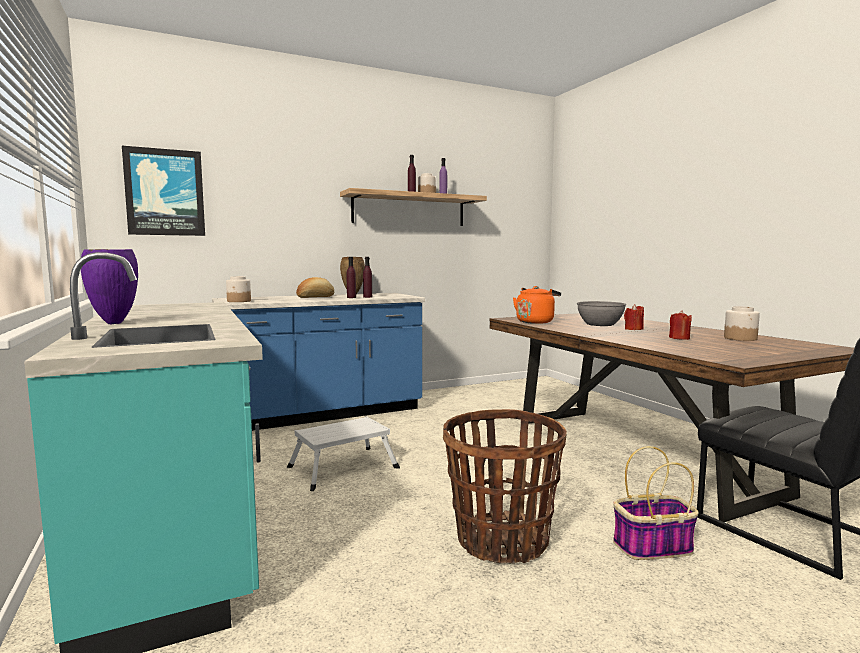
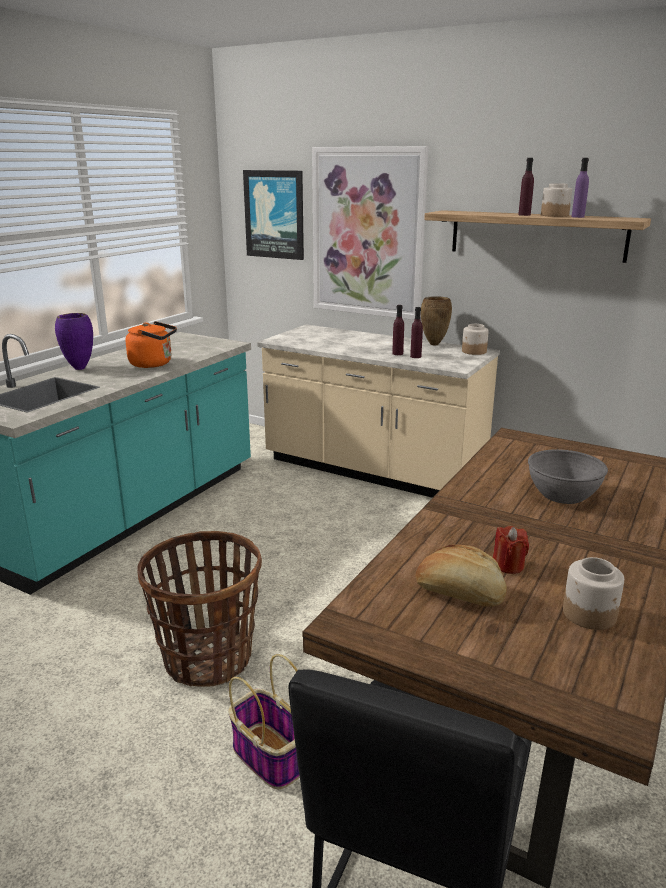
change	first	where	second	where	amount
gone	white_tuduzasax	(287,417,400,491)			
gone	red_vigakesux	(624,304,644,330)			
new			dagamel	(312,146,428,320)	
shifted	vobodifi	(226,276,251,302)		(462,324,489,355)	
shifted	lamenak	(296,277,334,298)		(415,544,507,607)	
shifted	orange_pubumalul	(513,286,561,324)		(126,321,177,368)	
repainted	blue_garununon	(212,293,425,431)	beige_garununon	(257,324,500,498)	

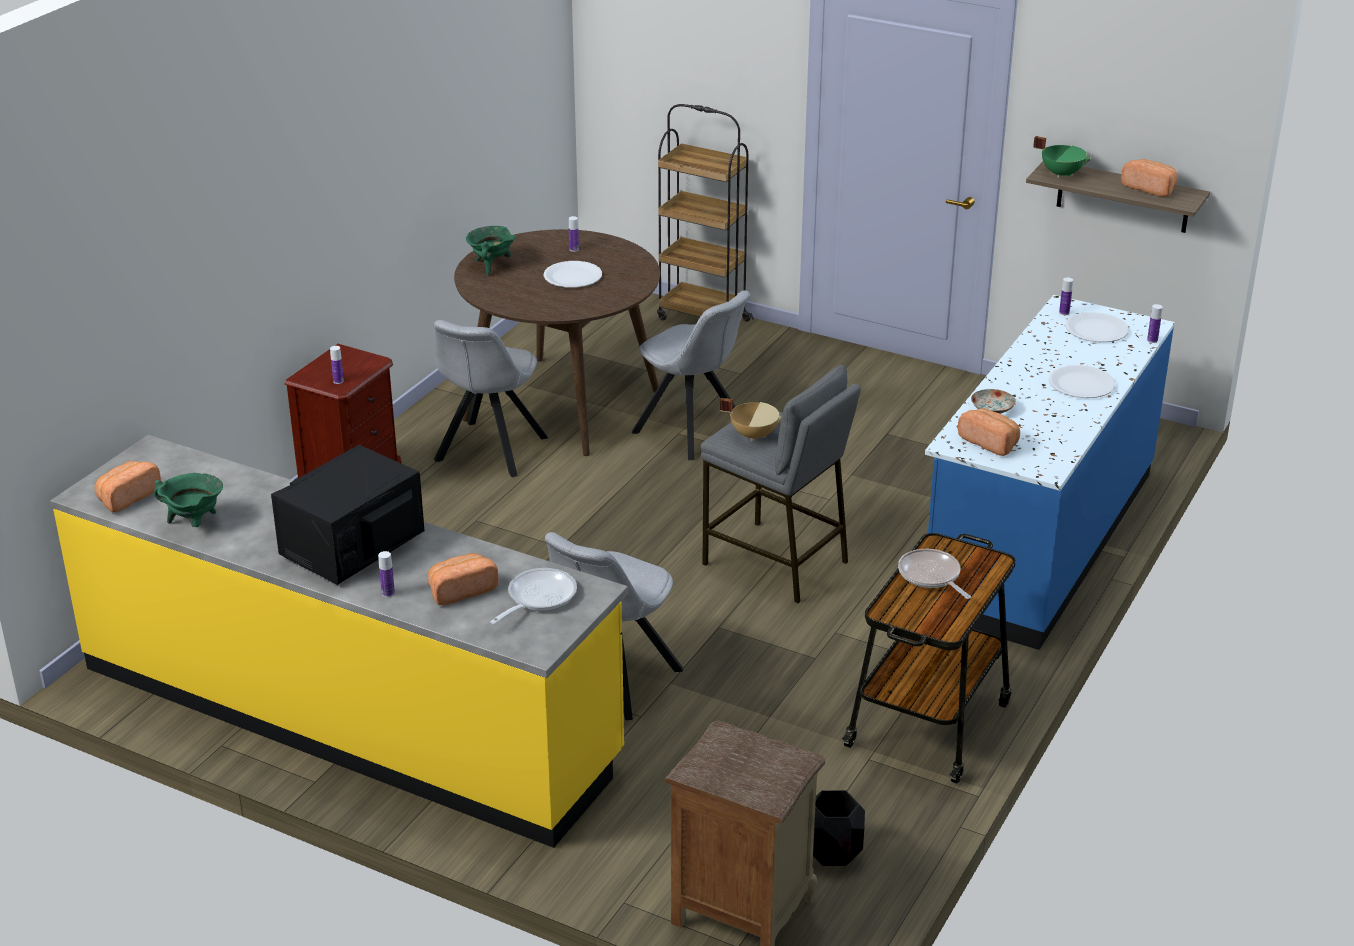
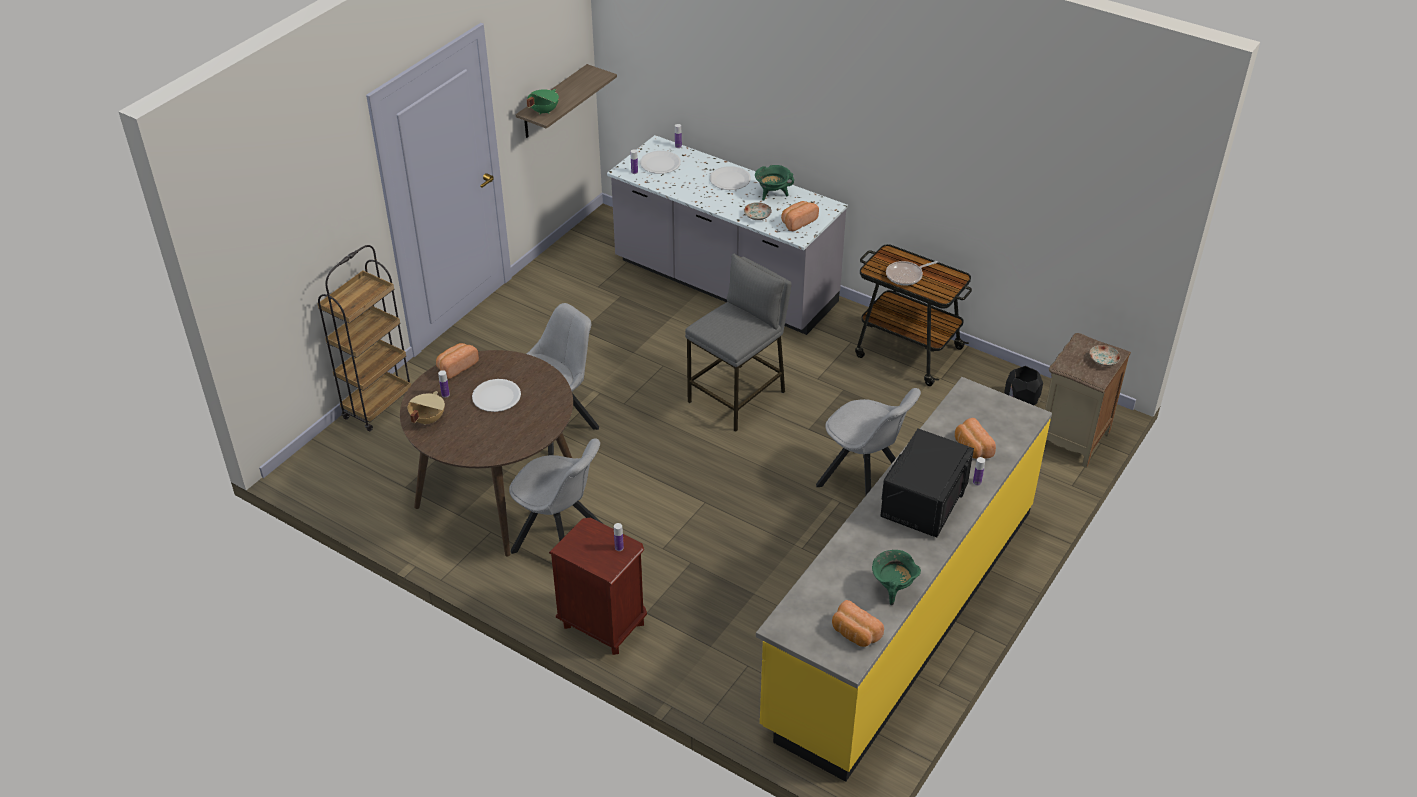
change	first	where	second	where	amount
gone	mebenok	(490,568,577,624)			
new			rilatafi	(1090,345,1120,366)	
shifted	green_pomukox	(466,226,516,276)		(755,165,794,201)	
shifted	beige_pomukox	(720,398,782,441)		(408,391,445,425)	
shifted	lamenak	(1121,159,1178,197)		(436,343,479,379)	
repainted	blue_garununon	(925,295,1175,650)	grey_garununon	(607,135,848,335)	
rotated	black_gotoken	(271,444,425,585)		(880,428,974,538)	105 degrees counterclockwise

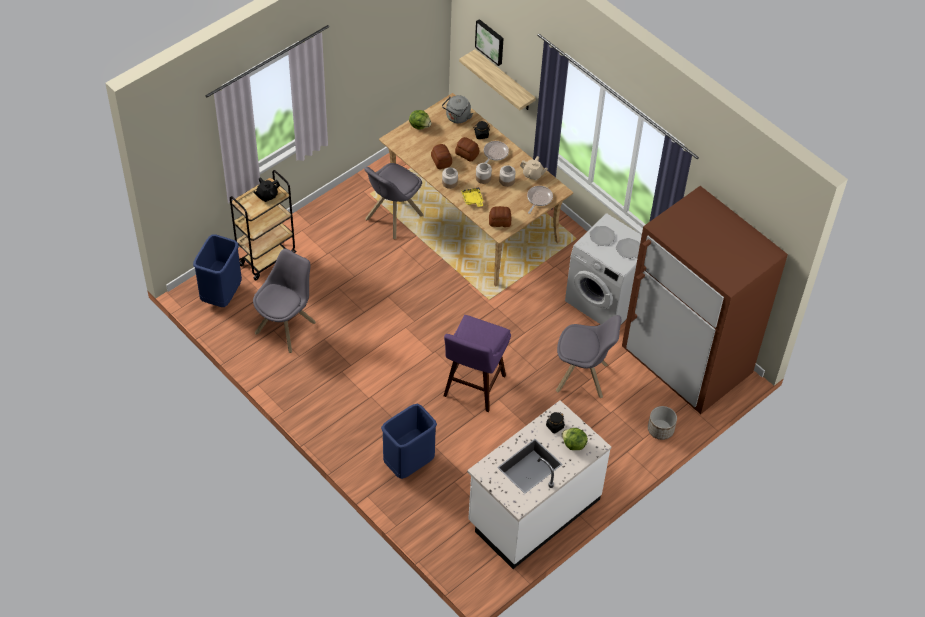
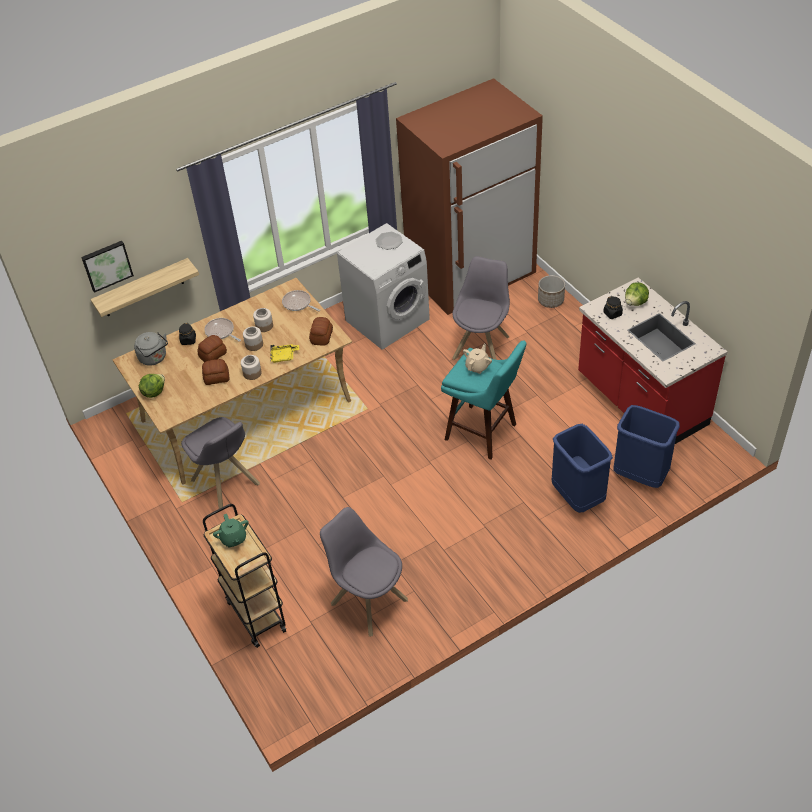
change	first	where	second	where	amount
gone	rilatafi	(590,226,615,246)			
shifted	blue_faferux	(193,235,242,307)		(614,405,680,488)	
shifted	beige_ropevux	(520,156,548,180)		(463,344,492,374)	
repainted	black_ropevux	(253,178,280,202)	green_ropevux	(213,514,249,548)	
repainted	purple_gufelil	(444,315,511,412)	turquoise_gufelil	(441,341,527,460)	
repainted	white_garununon	(467,400,611,569)	red_garununon	(578,277,727,444)	

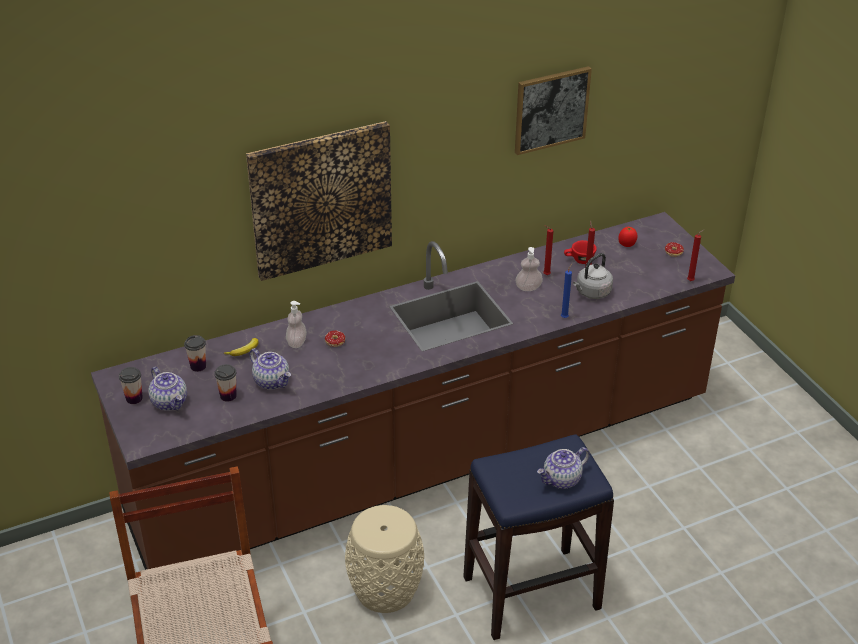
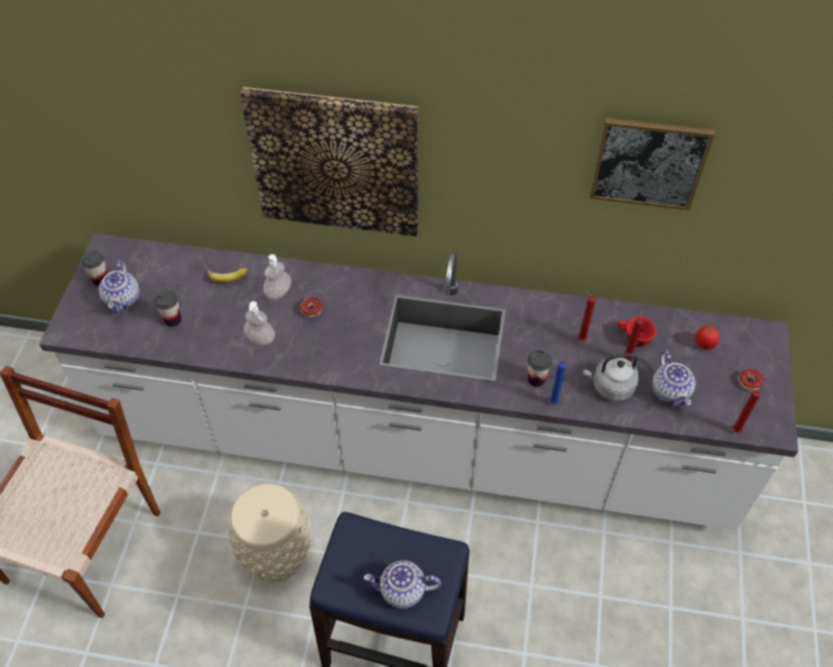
change	first	where	second	where	amount
shifted	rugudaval	(184,335,206,372)		(528,350,552,387)	
shifted	ropevux	(249,348,291,390)		(652,351,696,409)	
shifted	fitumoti	(515,247,543,291)		(244,301,275,345)	
repainted	brown_garununon	(91,212,735,570)	white_garununon	(39,233,798,530)	

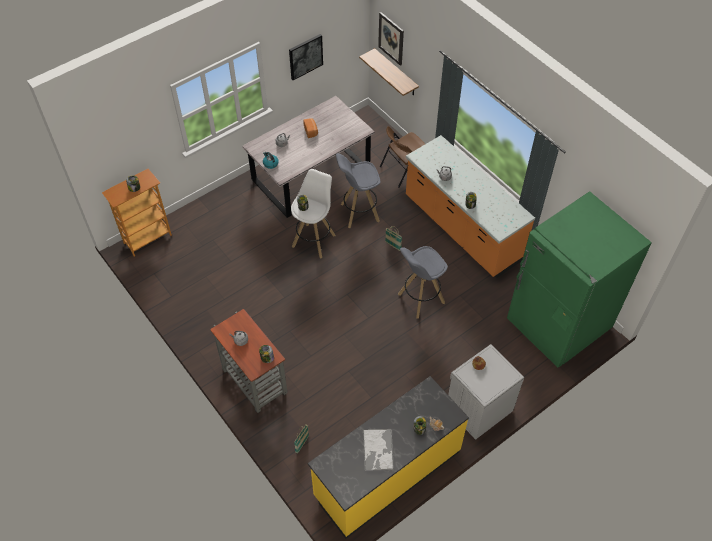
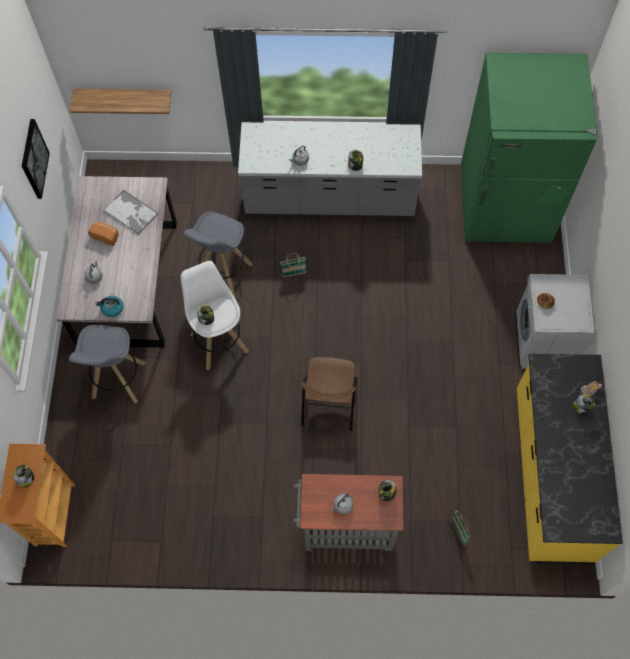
change	first	where	second	where	amount
gone	dagamel	(378,12,404,66)			
shifted	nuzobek	(363,429,394,470)		(104,190,158,235)	
shifted	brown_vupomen	(380,126,425,188)		(301,357,357,431)	
shifted	grey_gufelil	(398,246,448,319)		(69,325,146,404)	
repainted	orange_garununon	(406,135,535,278)	grey_garununon	(238,122,422,216)	

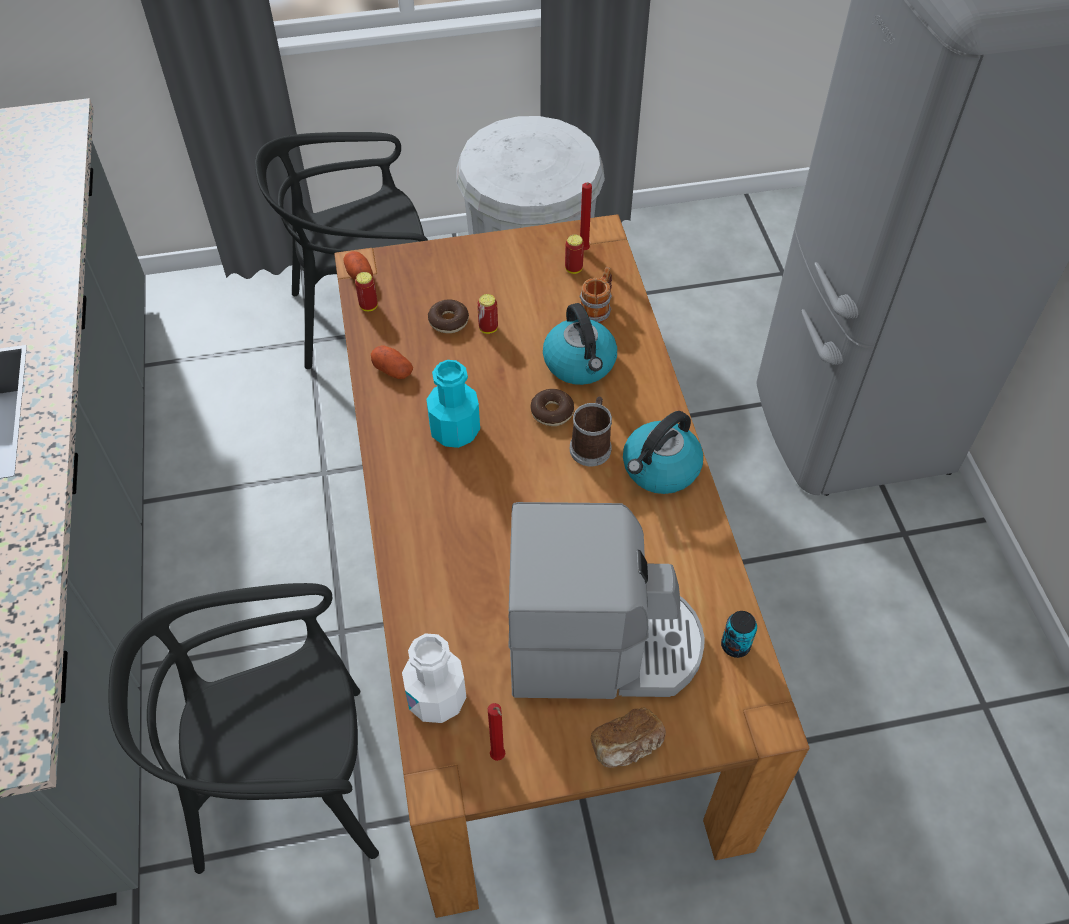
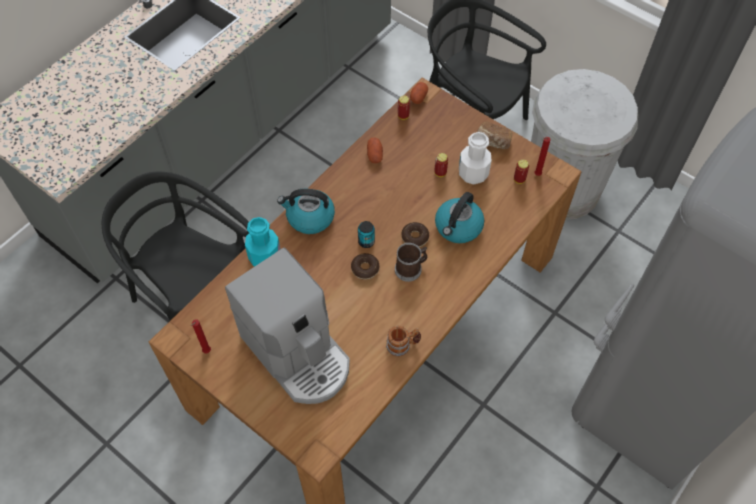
change	first	where	second	where	amount
shifted	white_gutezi	(402,633,467,723)		(459,132,492,184)	
shifted	turquoise_gutezi	(426,360,480,448)		(245,217,280,266)	
shifted	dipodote	(428,299,469,333)		(351,253,380,280)	
shifted	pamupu	(579,267,612,324)		(386,326,421,357)	
shifted	lamenak	(590,707,666,768)		(477,121,512,149)	
shifted	pubumalul	(623,411,703,494)		(277,189,335,234)	
shifted	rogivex	(721,611,757,658)		(358,221,375,248)	

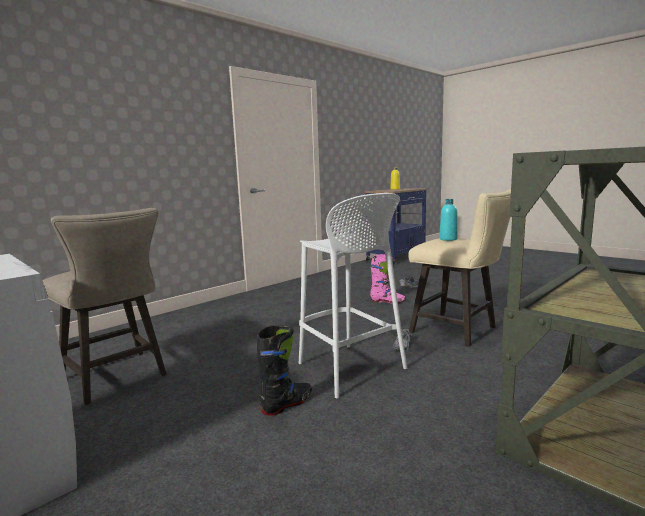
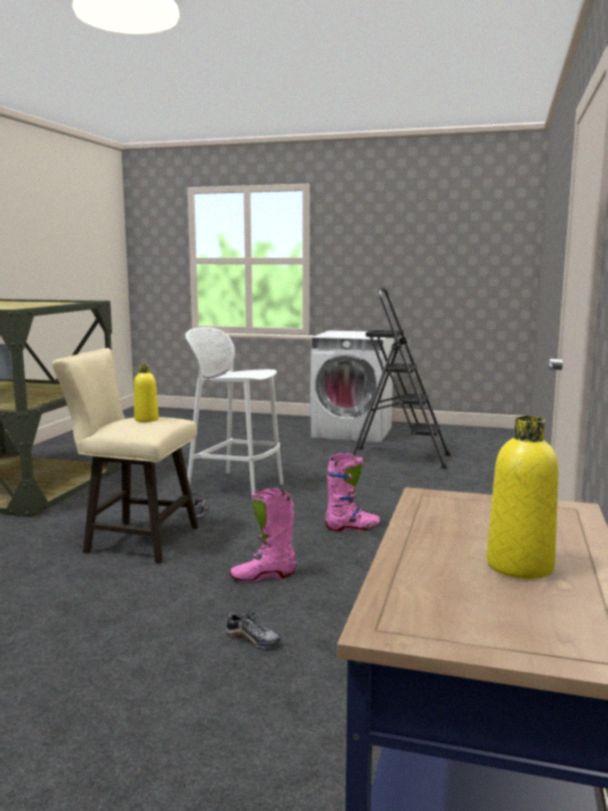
change	first	where	second	where	amount
gone	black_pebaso	(257,325,312,416)			
new			pink_pebaso	(325,453,381,532)	
swapped	beige_gufelil	(42,208,167,405)	tuduzasax	(353,287,451,469)	
repainted	turquoise_gutezi	(439,199,458,241)	yellow_gutezi	(134,365,159,422)	

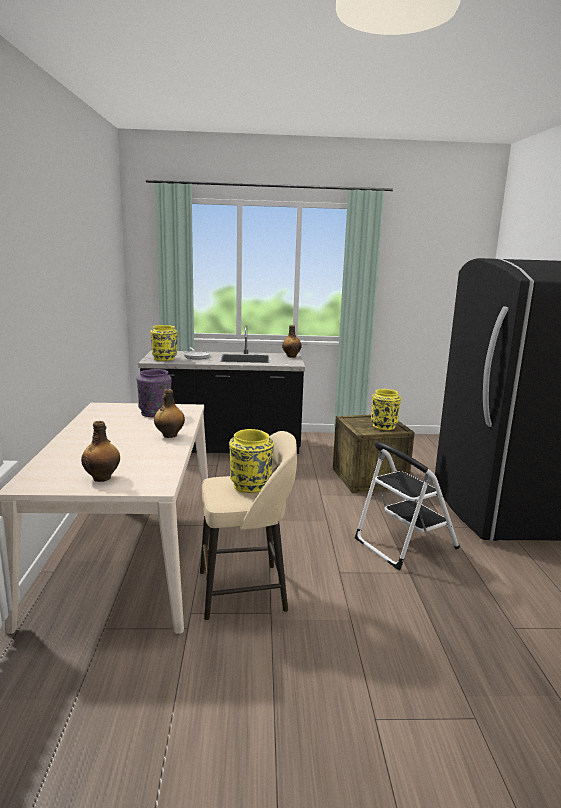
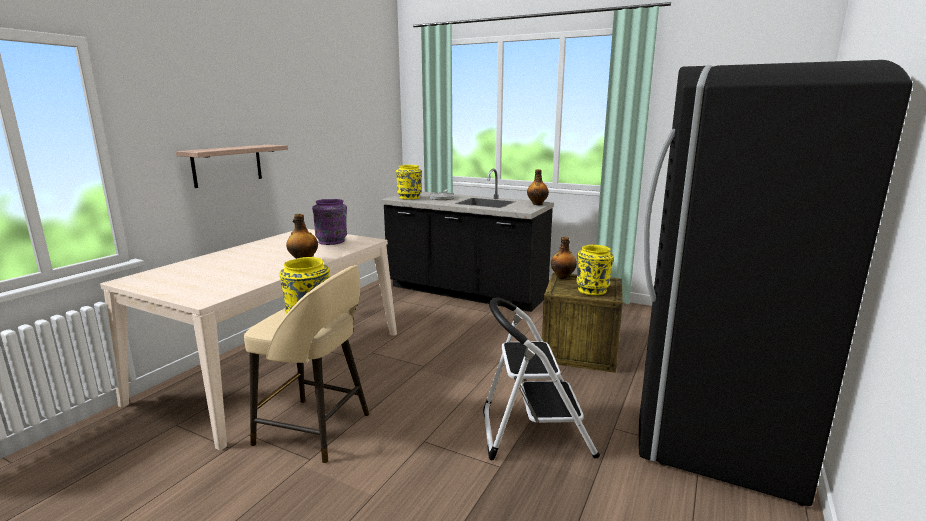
change	first	where	second	where	amount
new			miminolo	(176,145,288,188)	
shifted	gutezi	(81,421,120,482)		(551,237,577,279)	

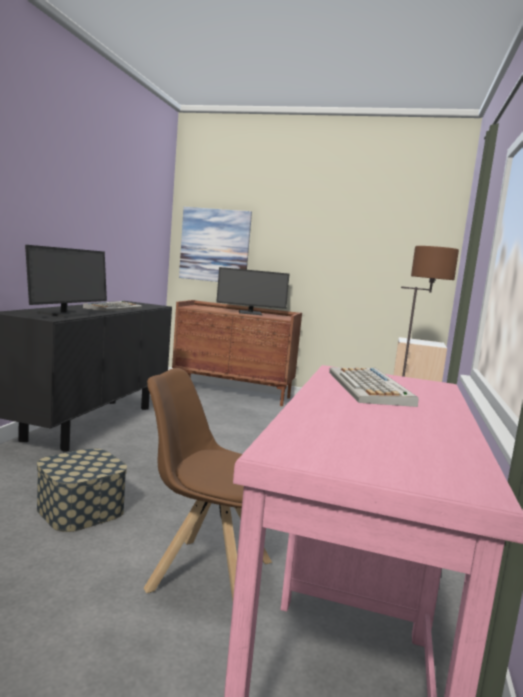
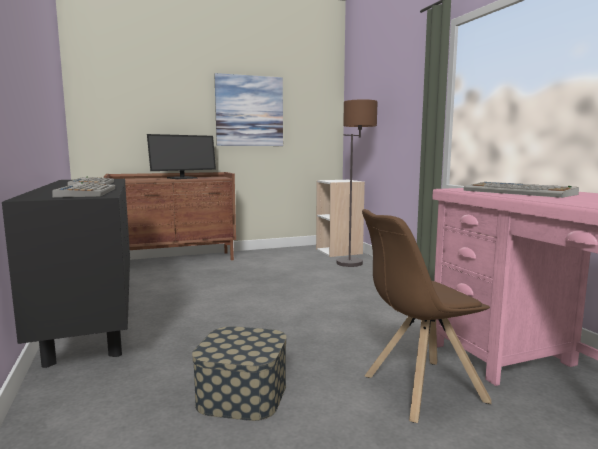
change	first	where	second	where	amount
shifted	dagamel	(179,207,252,282)		(214,73,283,146)	
swapped	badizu	(25,245,107,317)	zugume	(52,182,115,198)	

